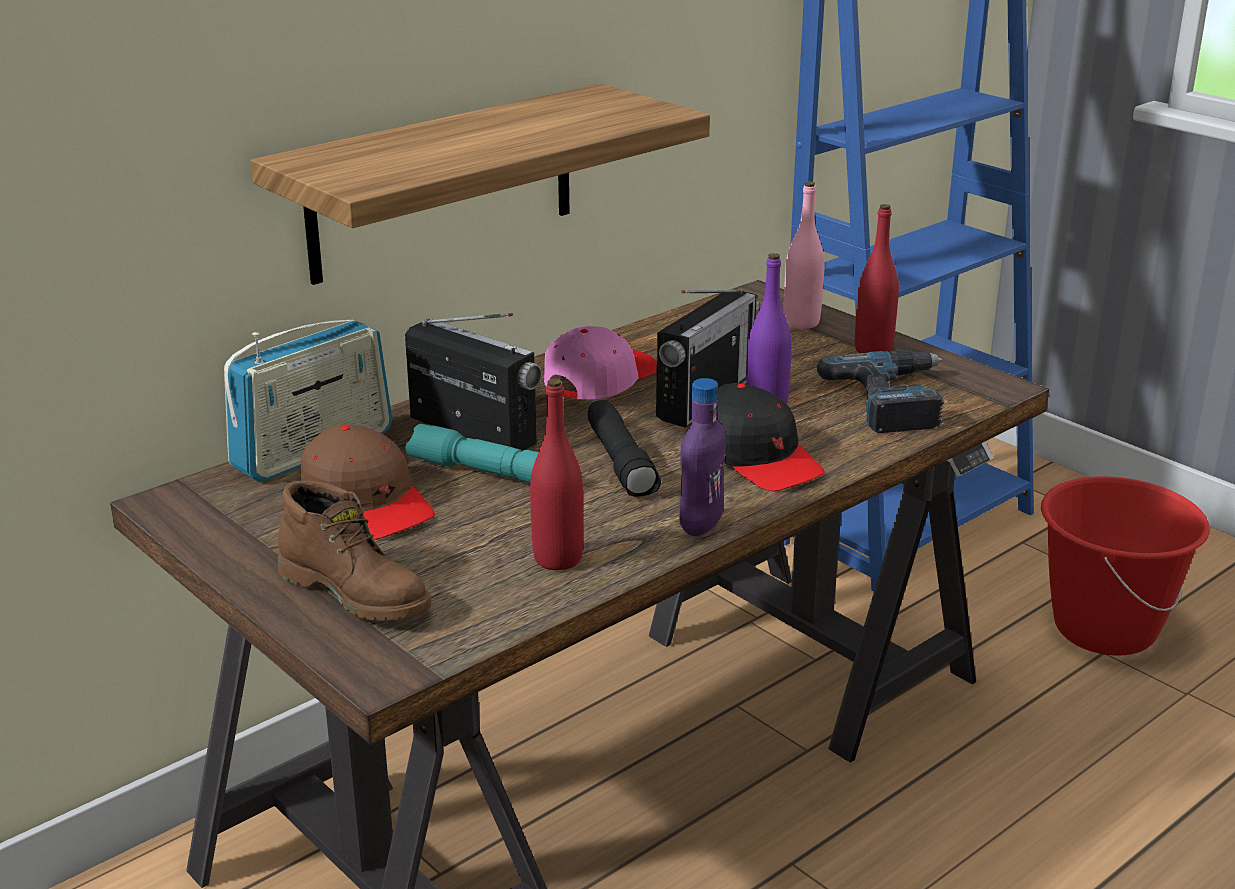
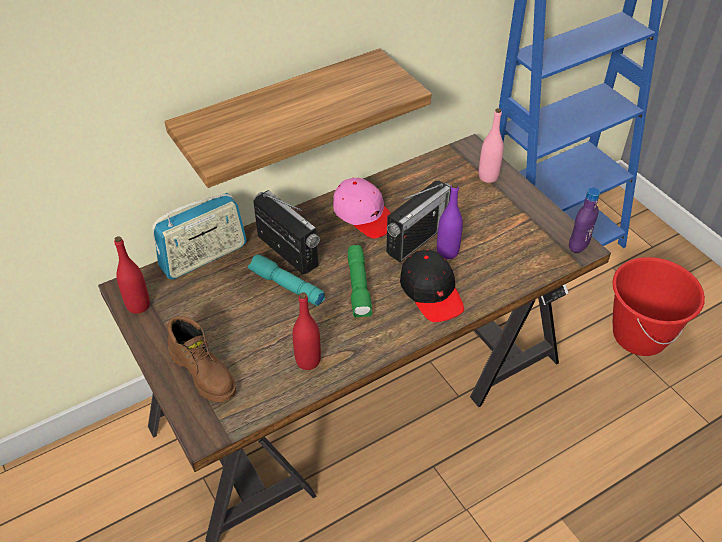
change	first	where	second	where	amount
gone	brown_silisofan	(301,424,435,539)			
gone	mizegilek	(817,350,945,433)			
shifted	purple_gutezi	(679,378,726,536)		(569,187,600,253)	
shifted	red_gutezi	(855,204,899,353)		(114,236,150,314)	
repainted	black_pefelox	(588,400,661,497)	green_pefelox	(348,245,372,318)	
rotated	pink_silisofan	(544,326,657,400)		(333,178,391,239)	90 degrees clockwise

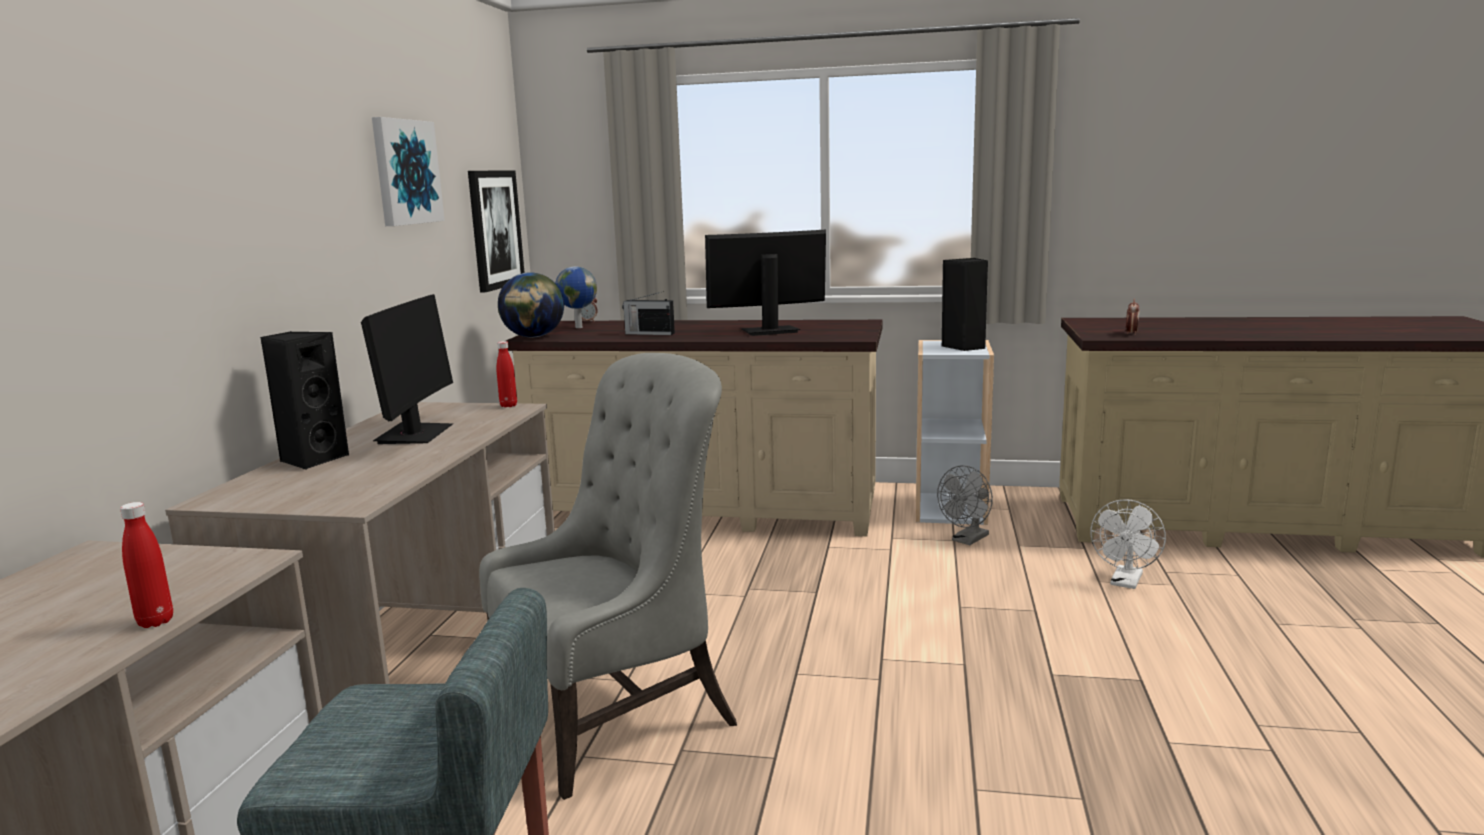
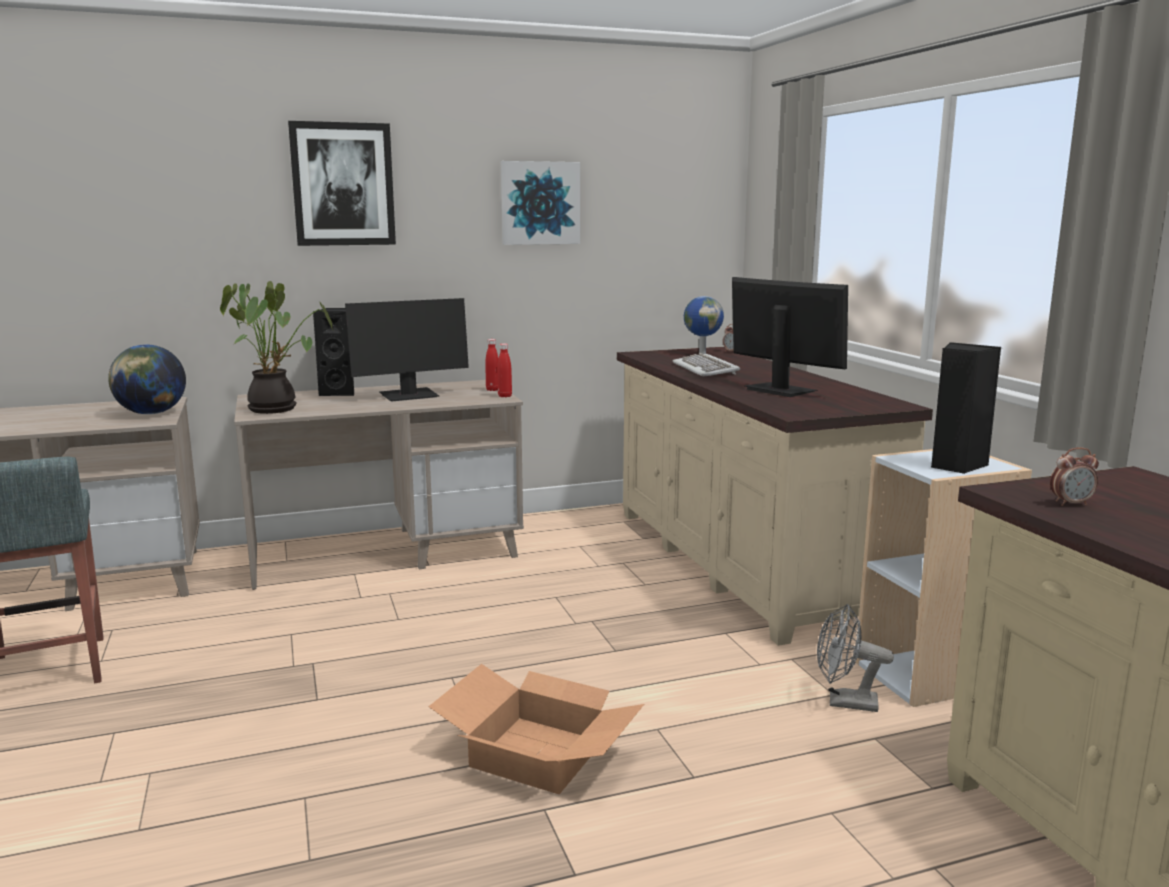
change	first	where	second	where	amount
gone	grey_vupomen	(479,353,737,800)			
gone	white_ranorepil	(1090,499,1166,589)			
new			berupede	(220,281,333,414)	
new			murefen	(428,664,644,795)	
shifted	red_gutezi	(120,502,173,628)		(485,339,498,391)	
shifted	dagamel	(468,171,525,292)		(288,121,396,246)	
shifted	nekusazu	(498,272,564,337)		(108,345,186,415)	
swapped	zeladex	(622,291,675,335)	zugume	(672,353,740,376)	

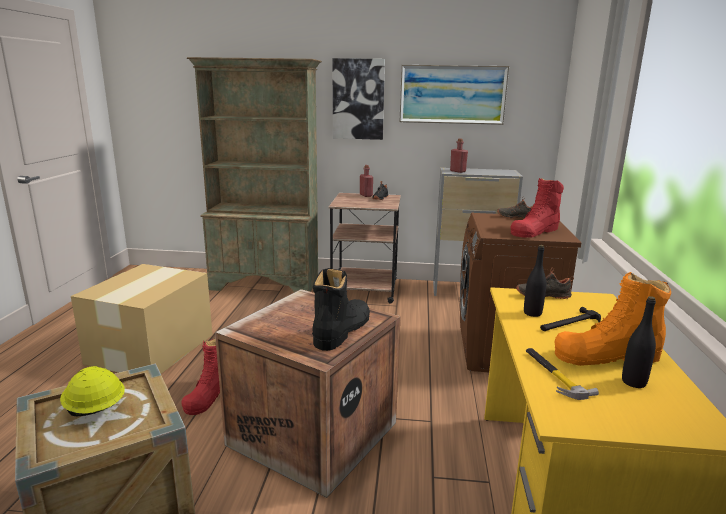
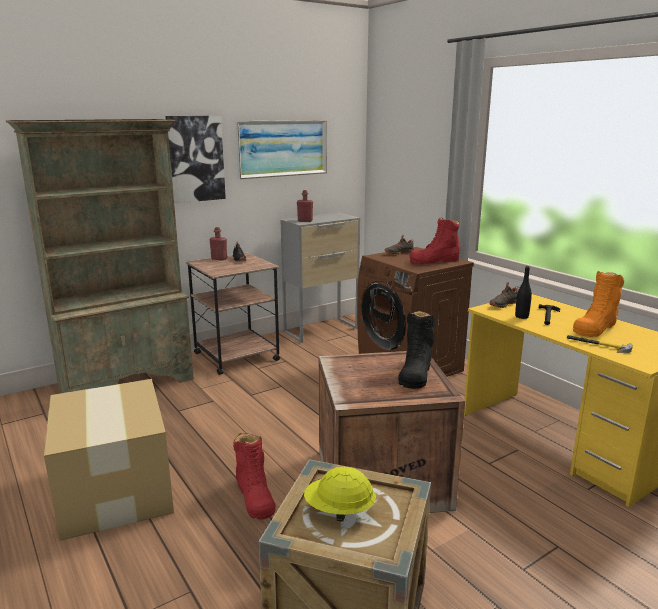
change	first	where	second	where	amount
gone	black_gutezi	(622,296,656,388)			
rotated	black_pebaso	(312,268,370,351)		(398,311,435,389)	150 degrees counterclockwise
rotated	red_pebaso	(510,178,564,238)		(409,217,460,264)	60 degrees clockwise

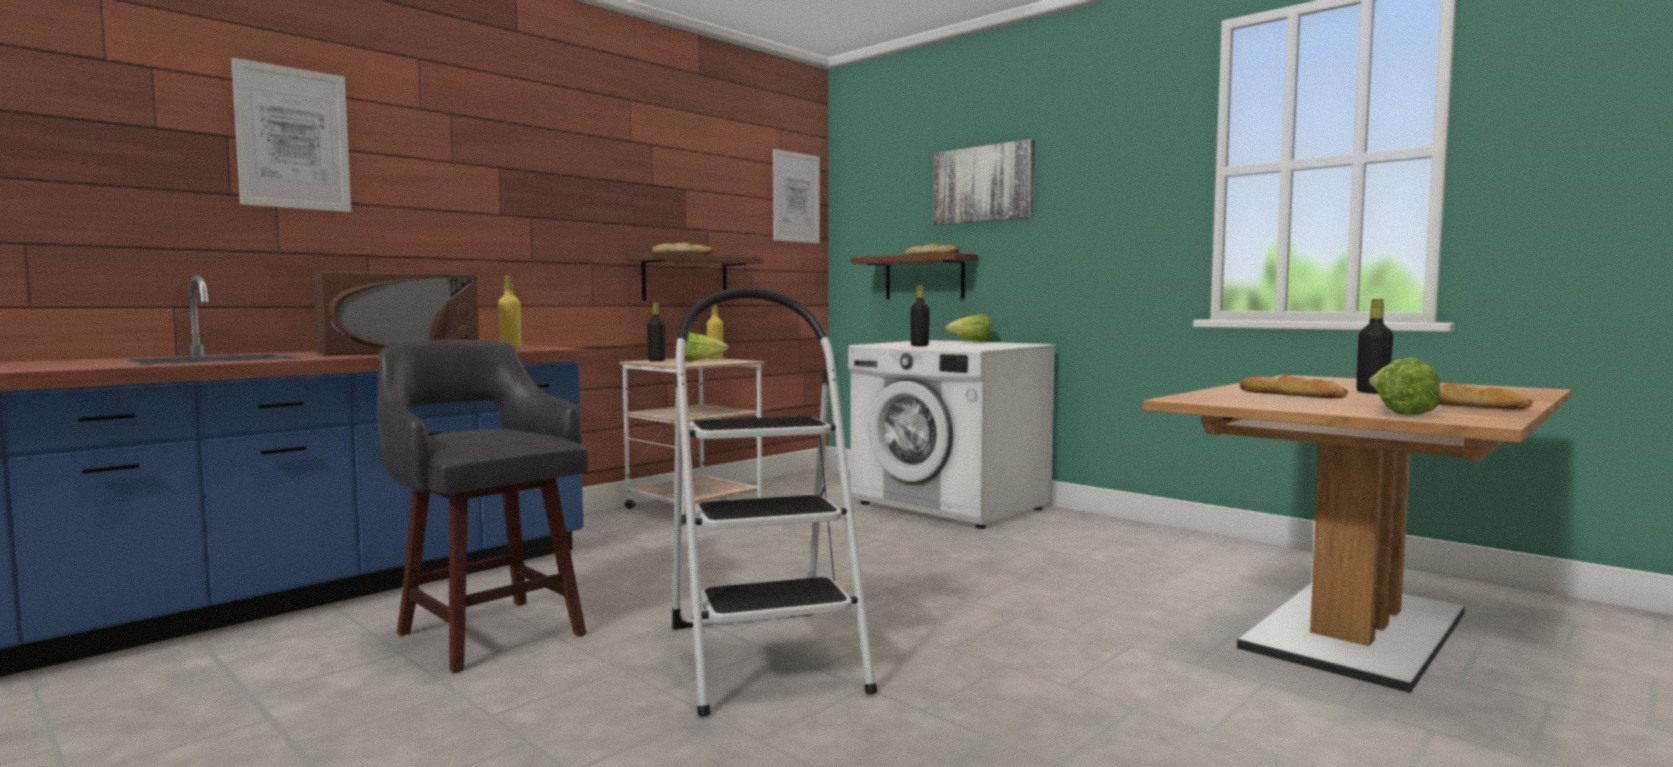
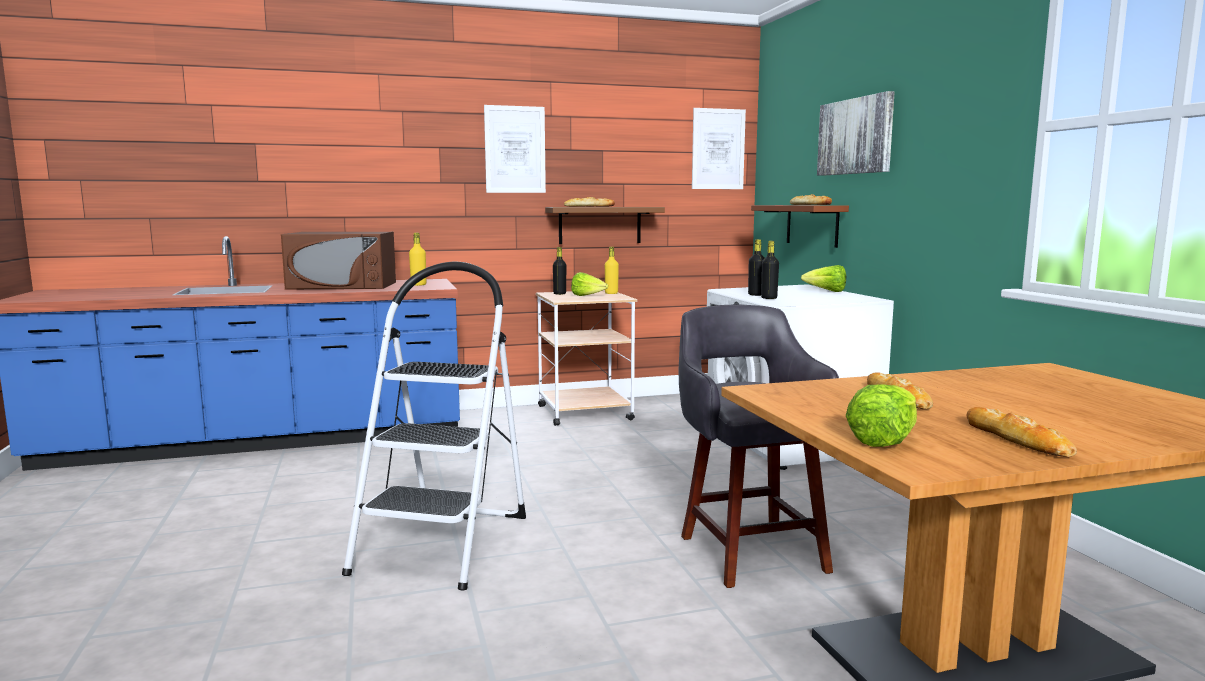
change	first	where	second	where	amount
shifted	dagamel	(231,58,351,212)		(484,105,546,193)	
shifted	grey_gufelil	(377,340,588,673)		(679,305,839,588)	
shifted	black_gutezi	(1357,299,1393,394)		(761,241,779,299)	

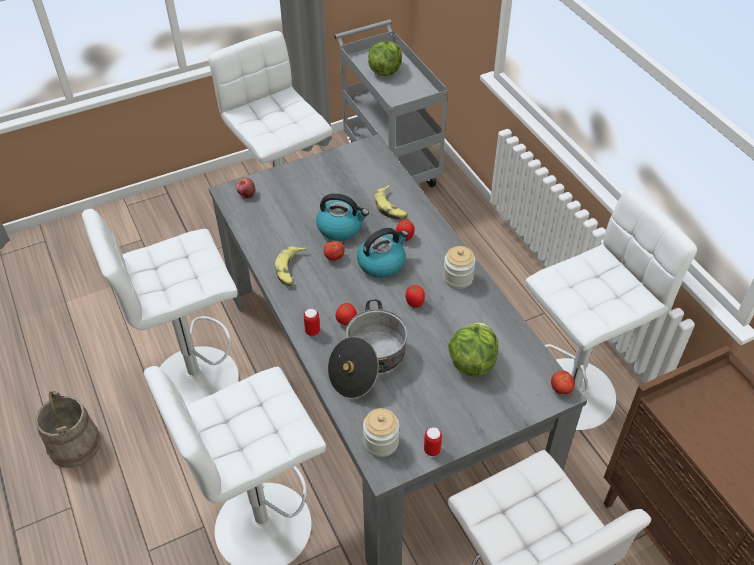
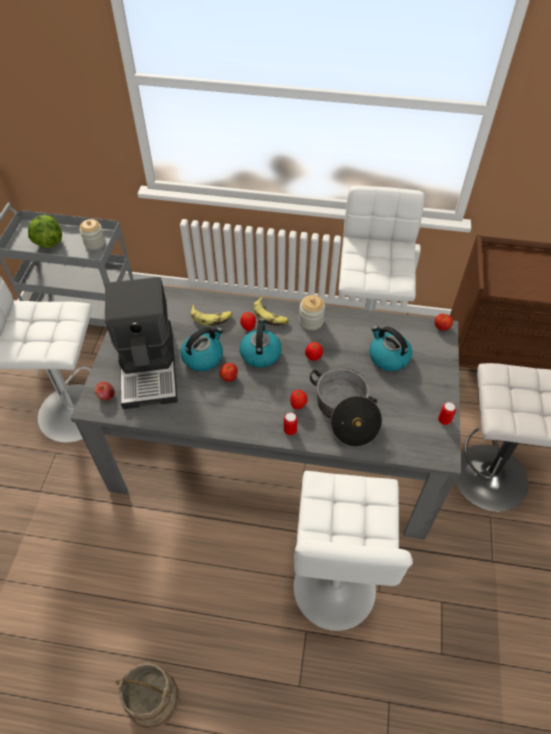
change	first	where	second	where	amount
gone	white_gufelil	(82,209,239,405)			
new			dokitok	(105,277,178,409)	
shifted	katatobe	(275,247,307,286)		(253,297,289,326)	
shifted	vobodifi	(363,408,399,457)		(80,219,105,250)	
swapped	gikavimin	(448,322,498,376)	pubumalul	(369,326,412,371)	

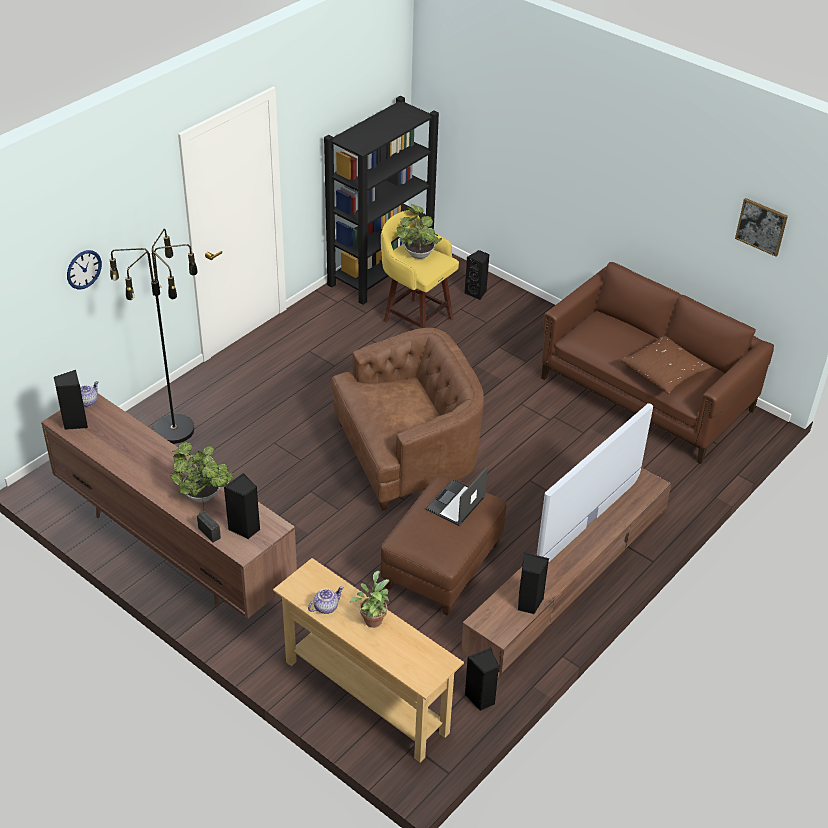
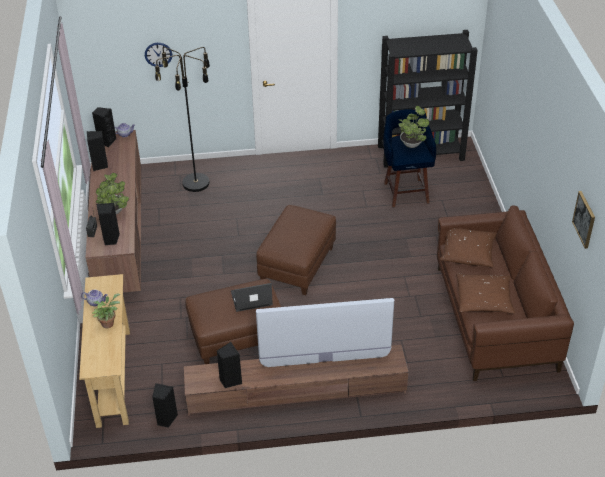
change	first	where	second	where	amount
new			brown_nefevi	(440,228,497,267)	
shifted	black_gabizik	(464,250,489,300)		(87,131,108,171)	
swapped	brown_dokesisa	(331,328,484,511)	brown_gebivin	(256,205,336,295)	
repainted	yellow_gufelil	(381,210,459,329)	blue_gufelil	(383,109,436,208)	

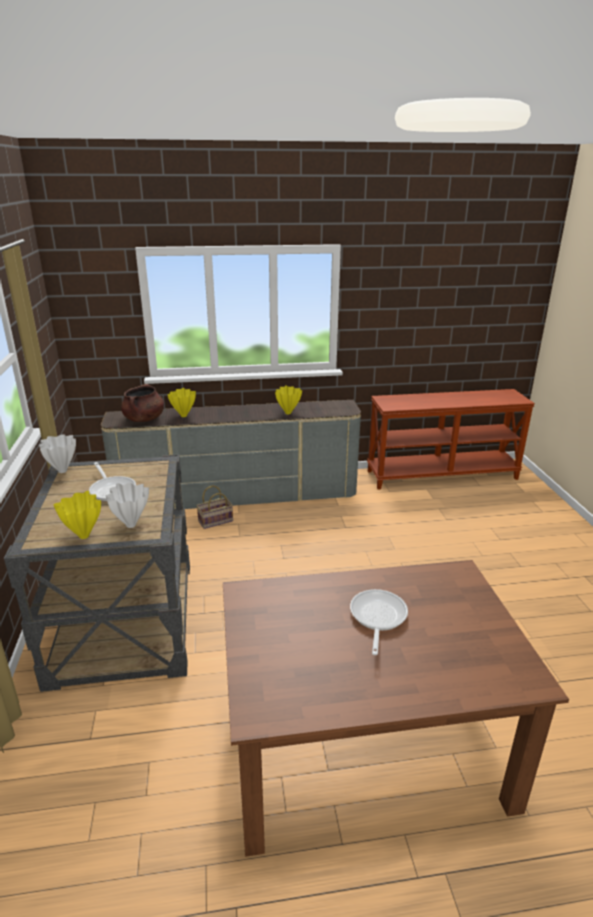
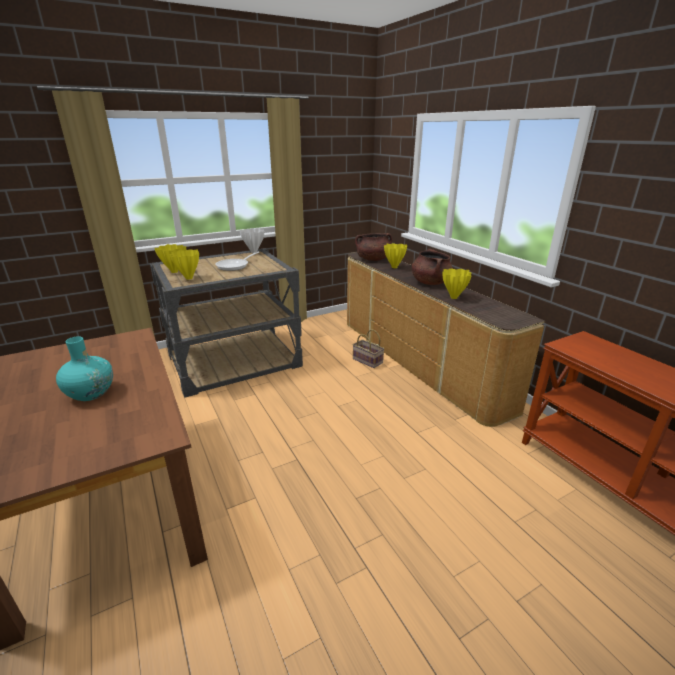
change	first	where	second	where	amount
new			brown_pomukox	(412,249,453,285)	
swapped	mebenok	(350,589,408,655)	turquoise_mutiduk	(56,336,113,401)	
repainted	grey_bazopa	(101,400,361,509)	brown_bazopa	(347,252,545,427)	
repainted	white_mutiduk	(106,483,149,528)	yellow_mutiduk	(170,249,199,280)	

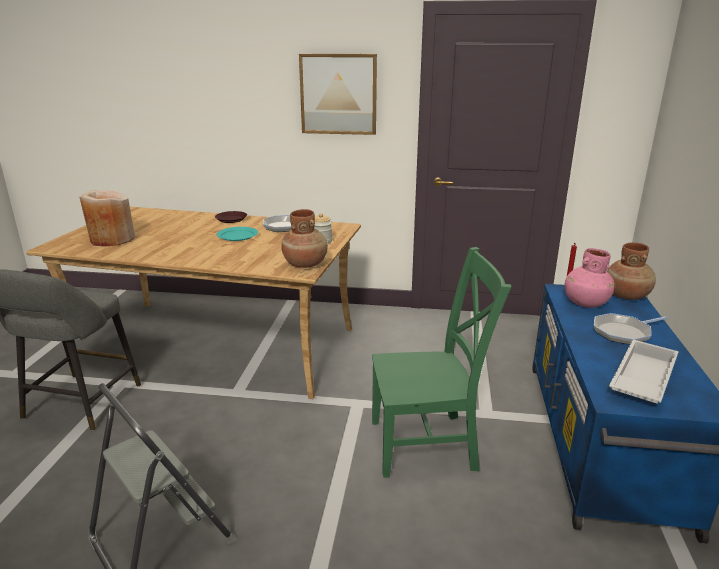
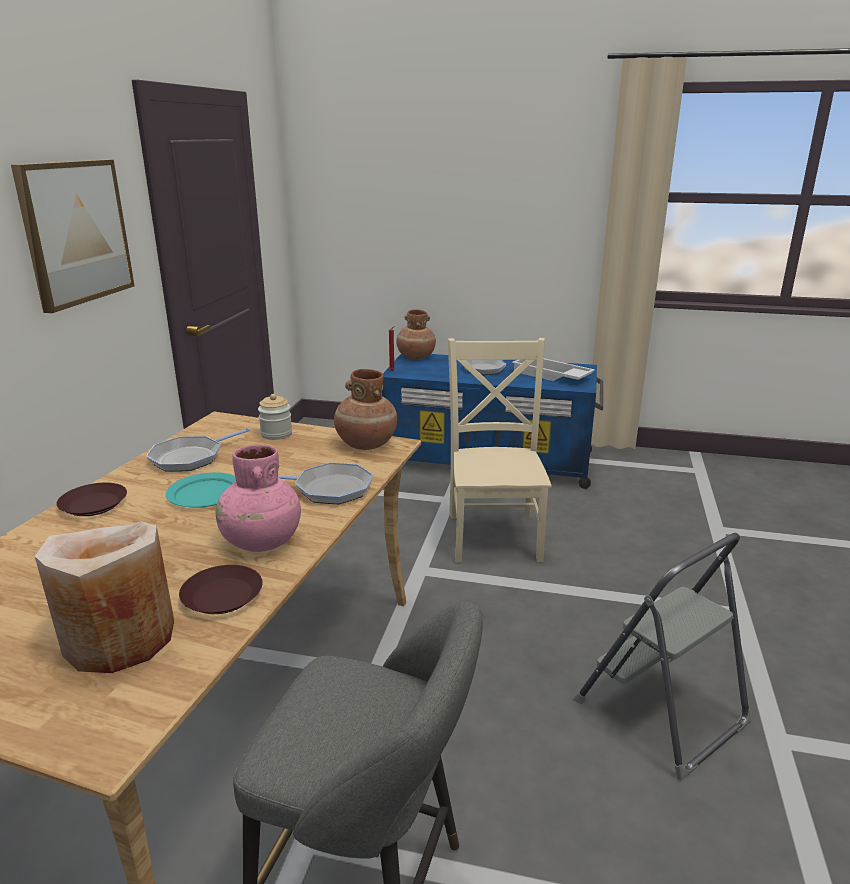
change	first	where	second	where	amount
new			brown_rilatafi	(179,565,262,614)	
new			mebenok	(278,462,373,504)	
shifted	pink_mutiduk	(564,248,614,308)		(216,444,301,552)	
repainted	green_vupomen	(372,247,511,478)	beige_vupomen	(448,338,552,563)	

